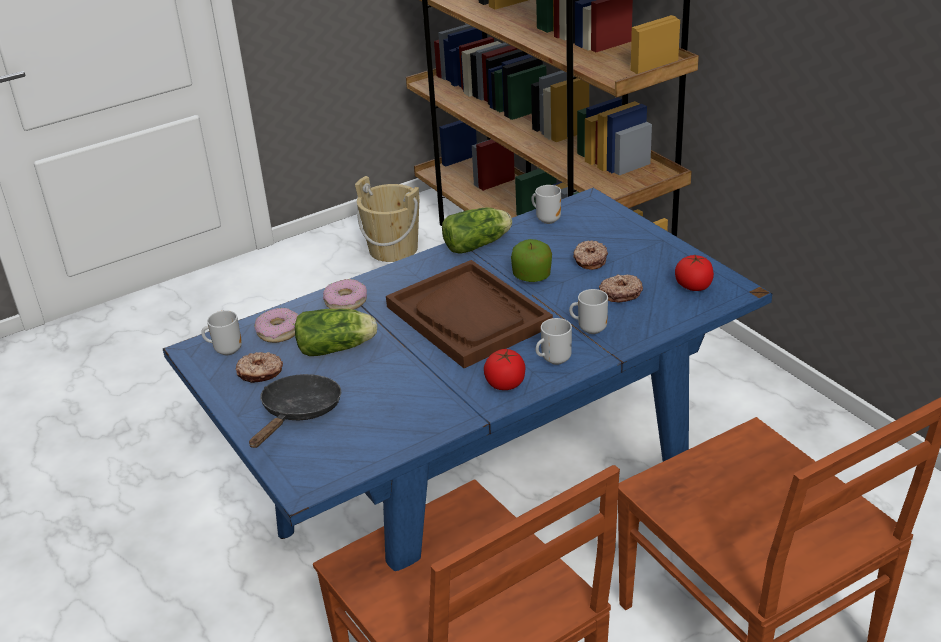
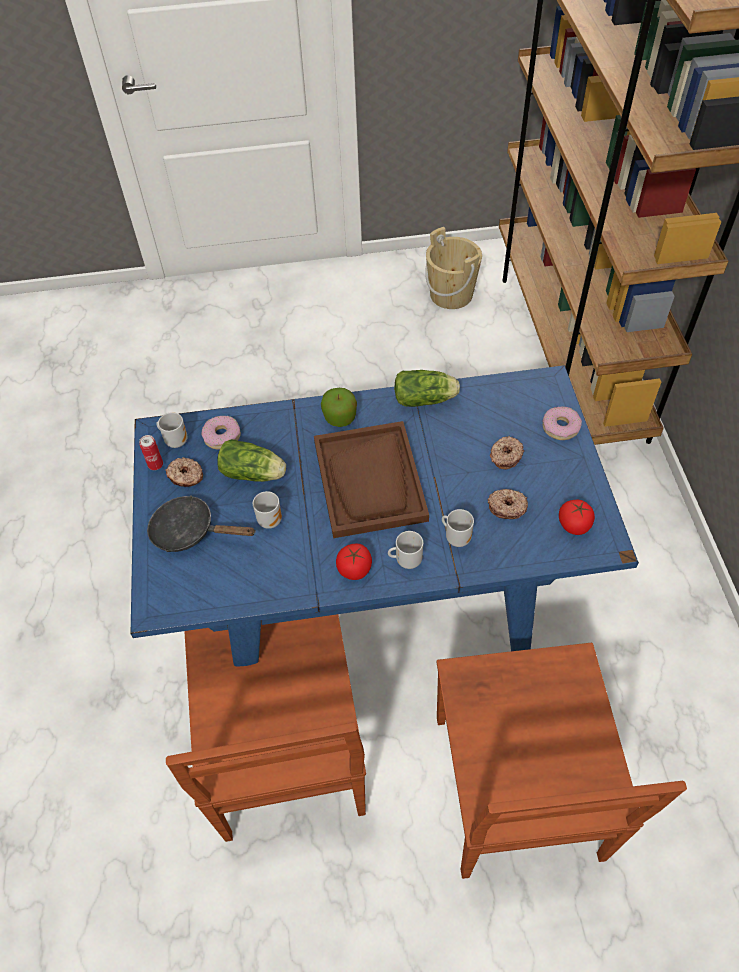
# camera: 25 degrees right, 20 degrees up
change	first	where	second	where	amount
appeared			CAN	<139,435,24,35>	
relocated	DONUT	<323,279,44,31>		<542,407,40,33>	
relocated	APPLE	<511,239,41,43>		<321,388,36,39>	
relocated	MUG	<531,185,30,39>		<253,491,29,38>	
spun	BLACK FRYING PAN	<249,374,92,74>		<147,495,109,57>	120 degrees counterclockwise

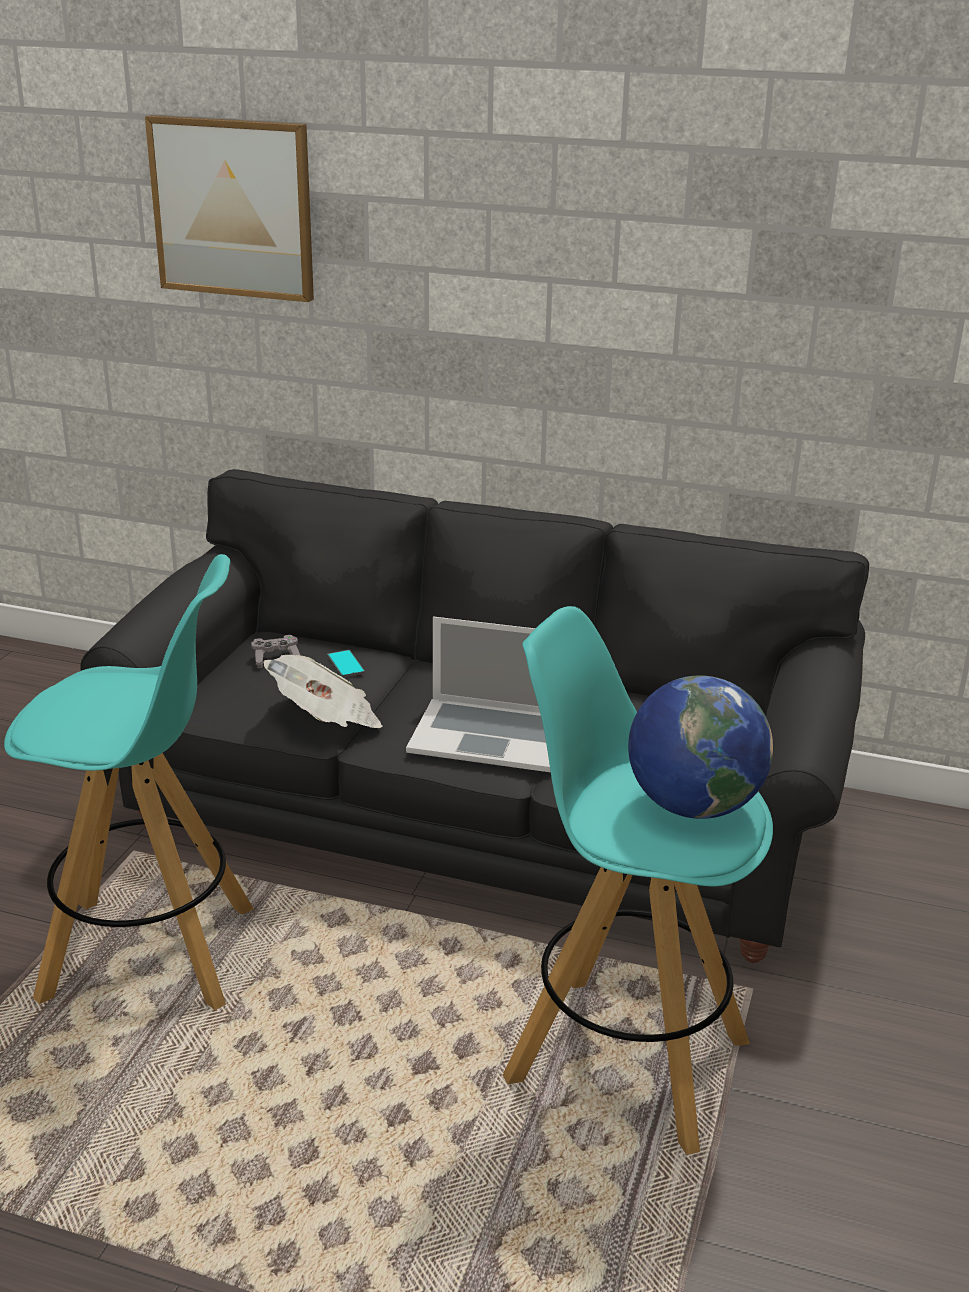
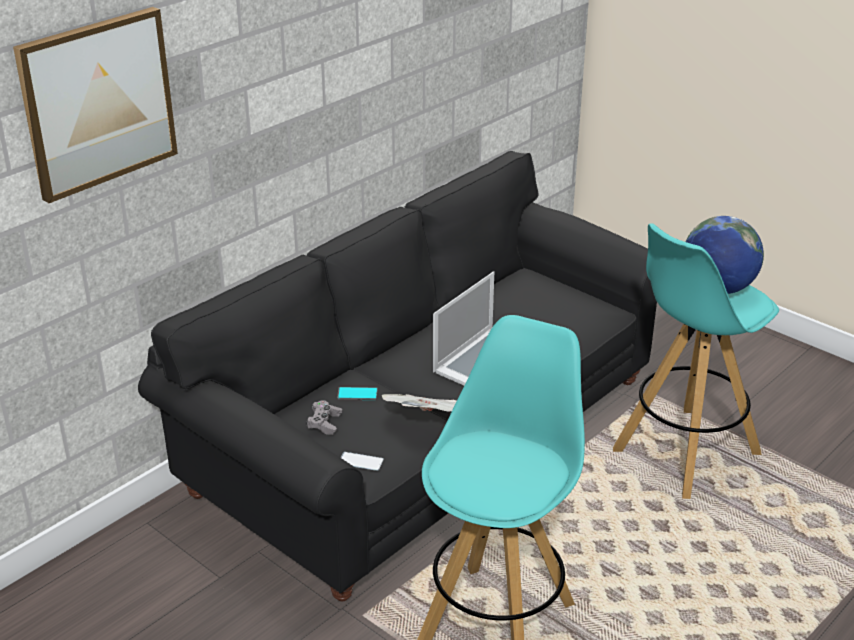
# camera: 65 degrees left, 5 degrees up
change	first	where	second	where	amount
appeared			PHONE	<341,452,43,19>	

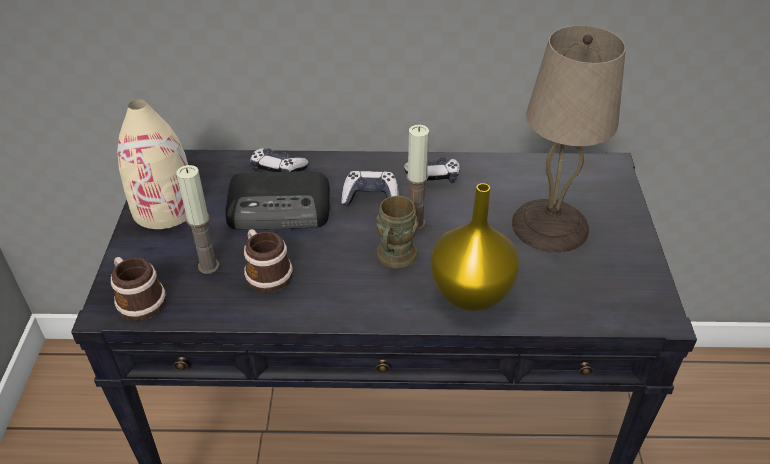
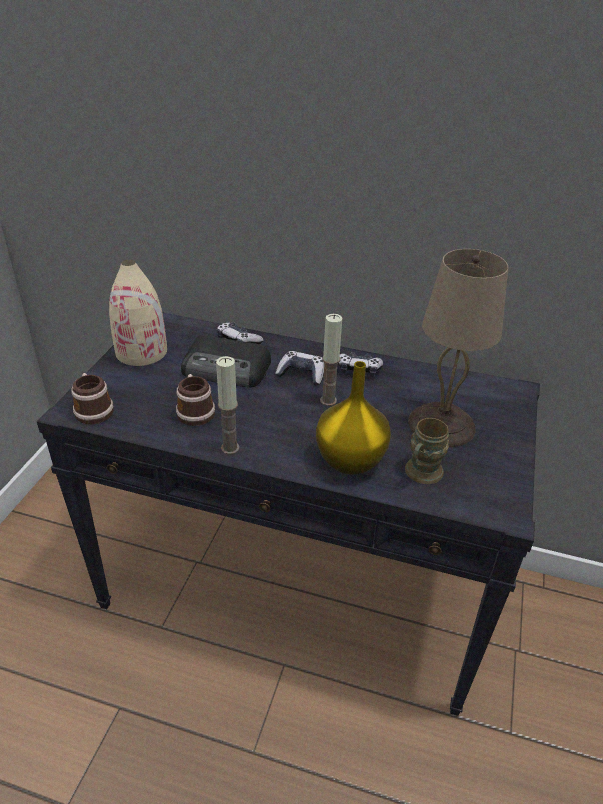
# camera: 15 degrees right, 5 degrees down
change	first	where	second	where	amount
relocated	CANDLE	<176,165,44,109>		<216,356,23,99>	
relocated	BROWN MUG	<376,196,42,72>		<405,418,44,66>	

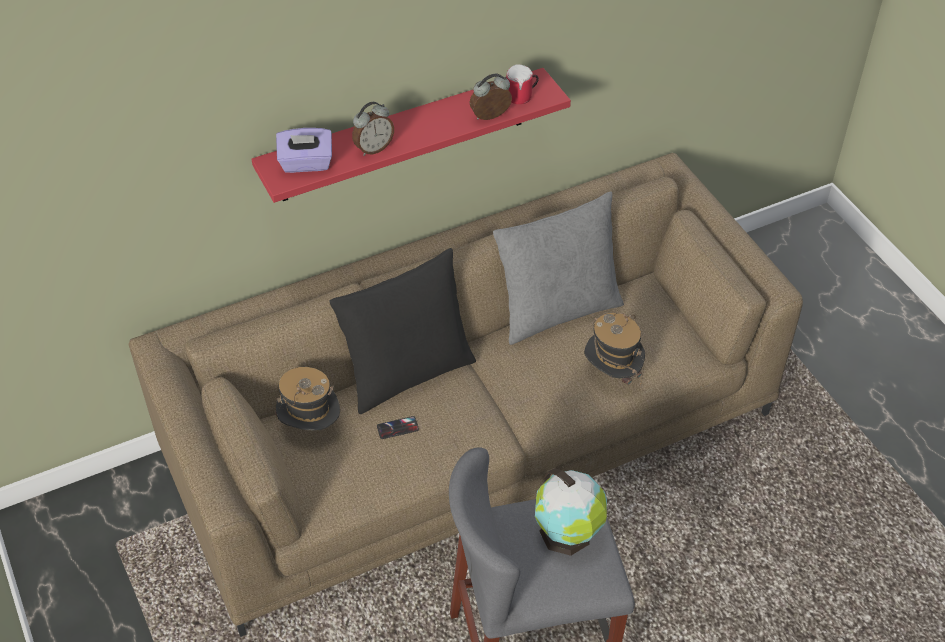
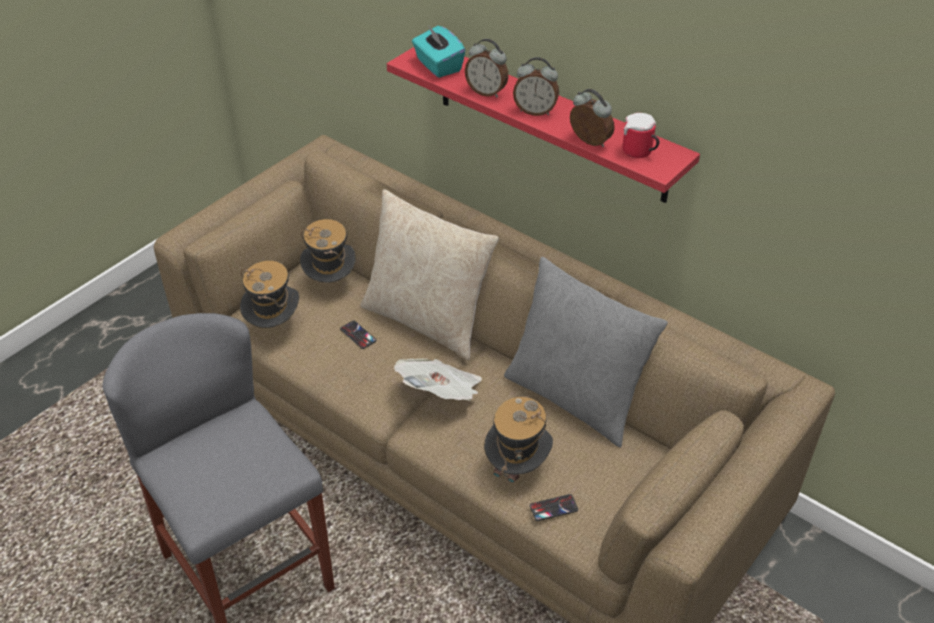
# camera: 65 degrees right, 5 degrees down
change	first	where	second	where	amount
missing	GLOBE	<535,468,72,88>			
appeared			HAT	<240,261,59,67>	
appeared			NEWSPAPER	<394,359,88,42>	
appeared			ALARM CLOCK	<513,57,46,59>	
appeared			PHONE	<530,494,48,27>	
colour	PURPLE TISSUE BOX	<276,128,56,45>	TURQUOISE TISSUE BOX	<412,25,53,53>	
colour	BLACK PILLOW	<329,248,147,166>	BEIGE PILLOW	<360,189,139,171>	

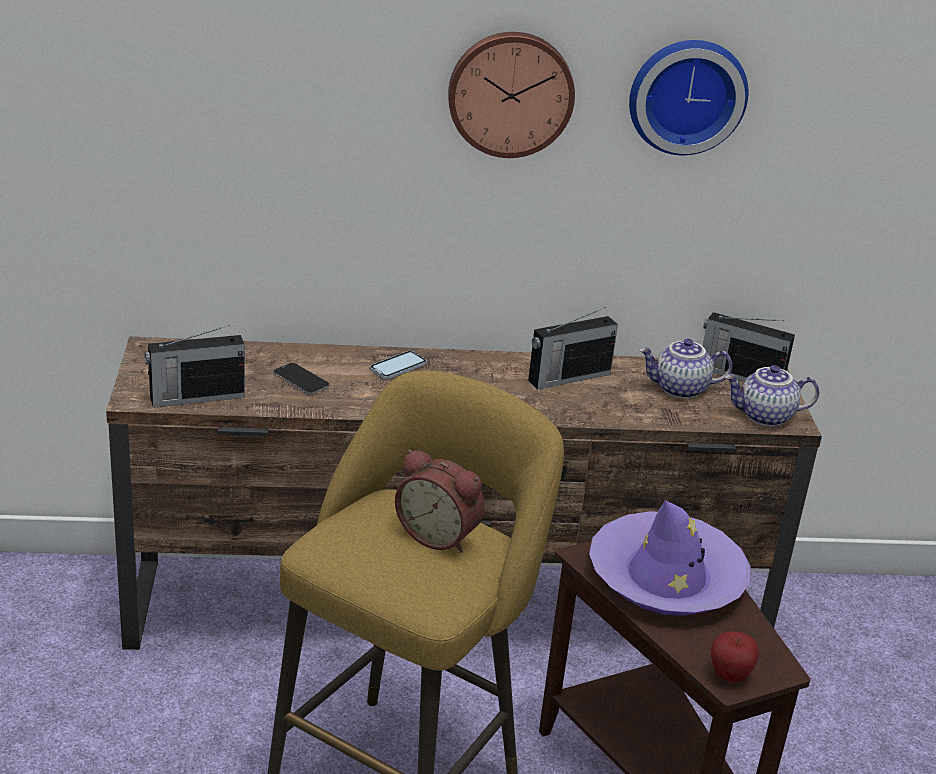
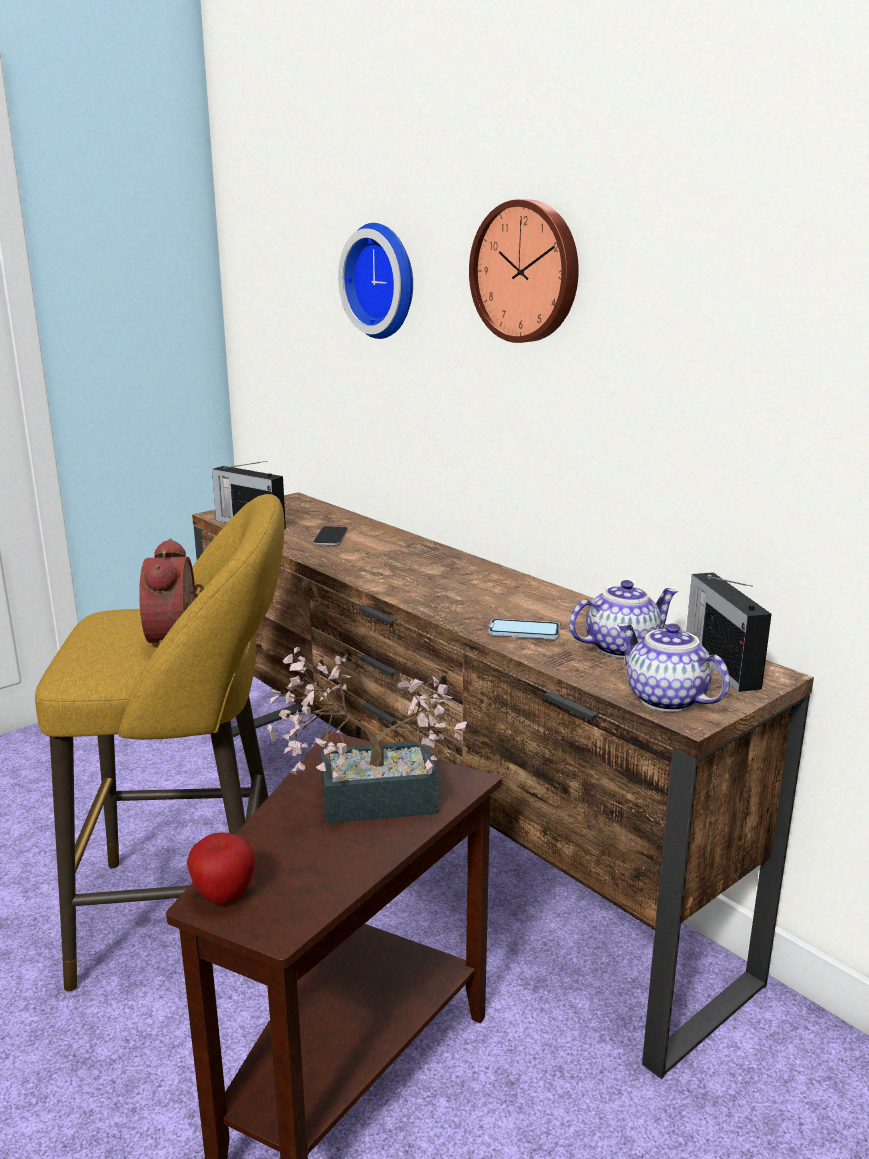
# camera: 55 degrees right, 10 degrees down
change	first	where	second	where	amount
missing	RADIO	<528,307,90,83>			
relocated	PHONE	<370,351,57,28>		<488,619,72,20>	
relocated	WALL CLOCK	<629,40,119,115>		<338,223,75,116>	
exchanged	PURPLE HAT	<589,500,162,116>	POTTED PLANT	<268,647,199,177>	
spun	TEAPOT	<639,339,93,60>		<569,580,109,78>	105 degrees clockwise

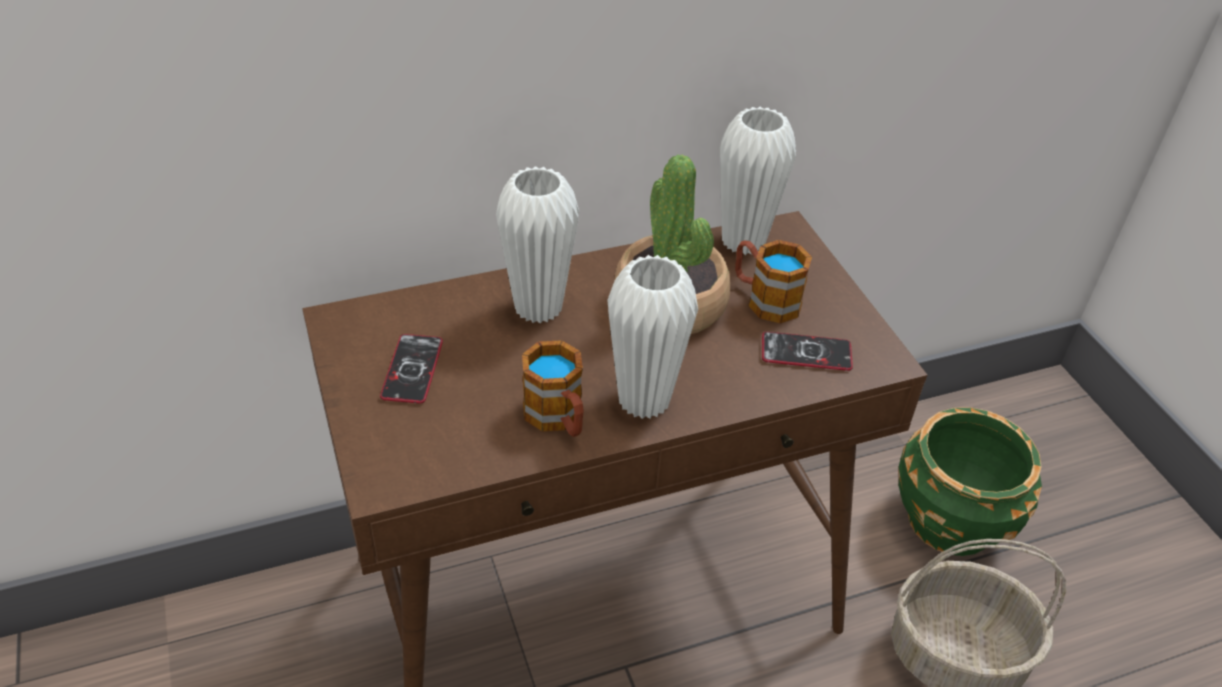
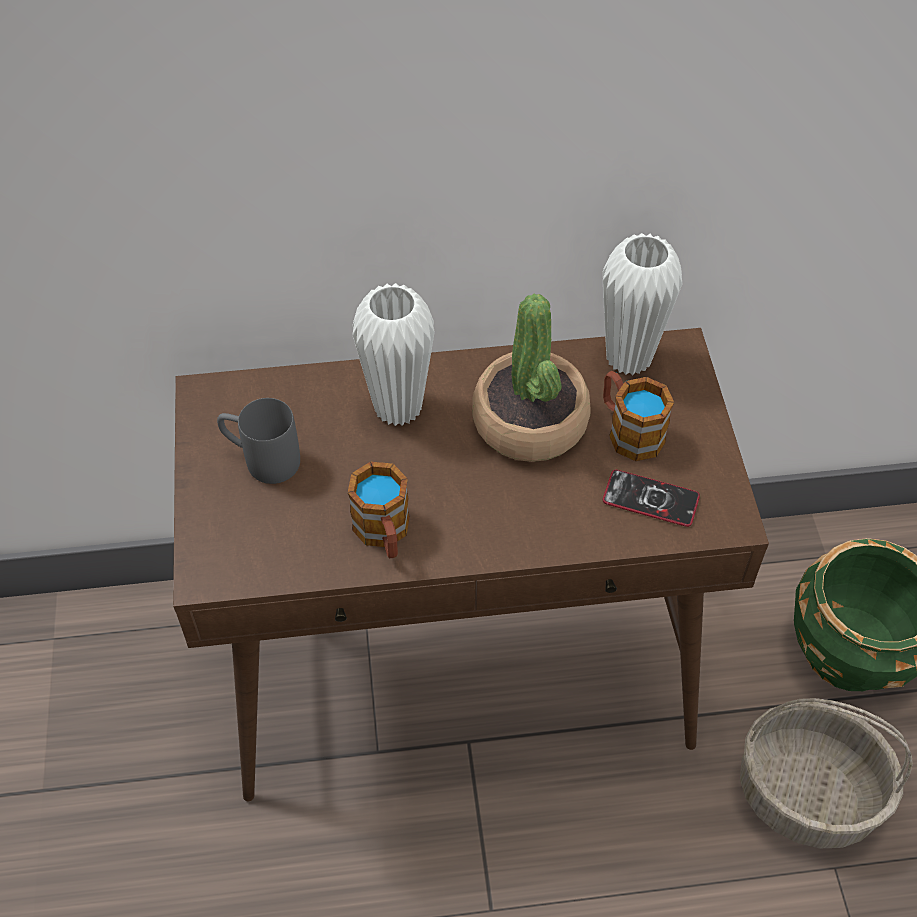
# camera: 15 degrees right, 10 degrees up
change	first	where	second	where	amount
missing	WHITE VASE	<607,255,91,164>			
exchanged	PHONE	<380,334,63,70>	GREY MUG	<217,398,83,86>	

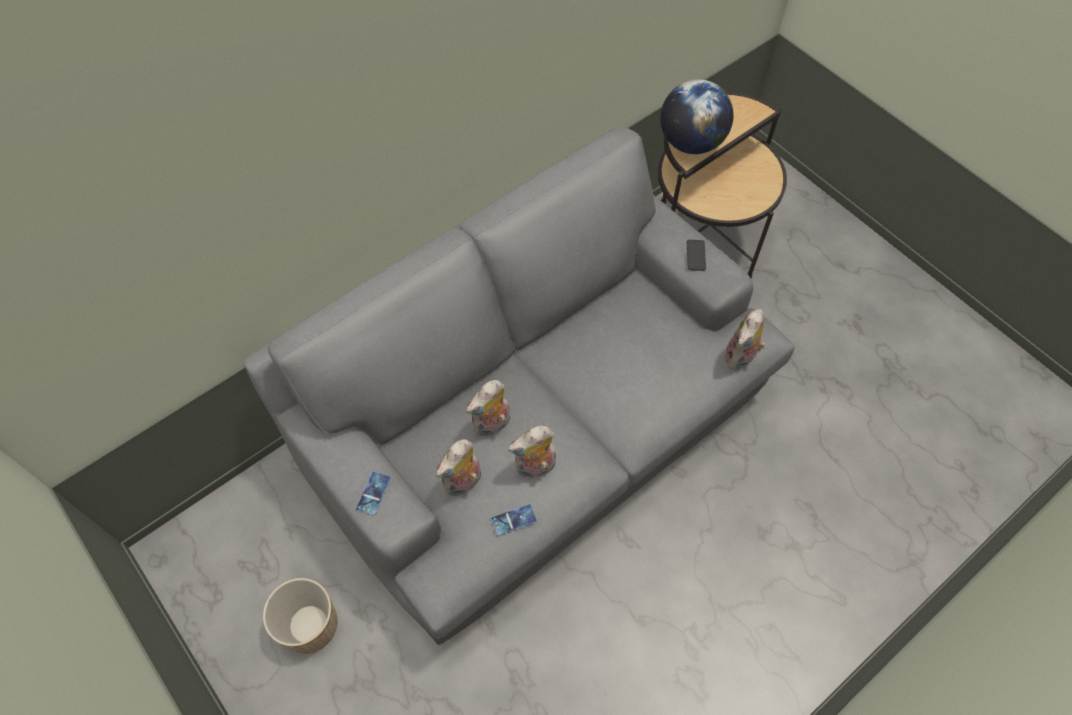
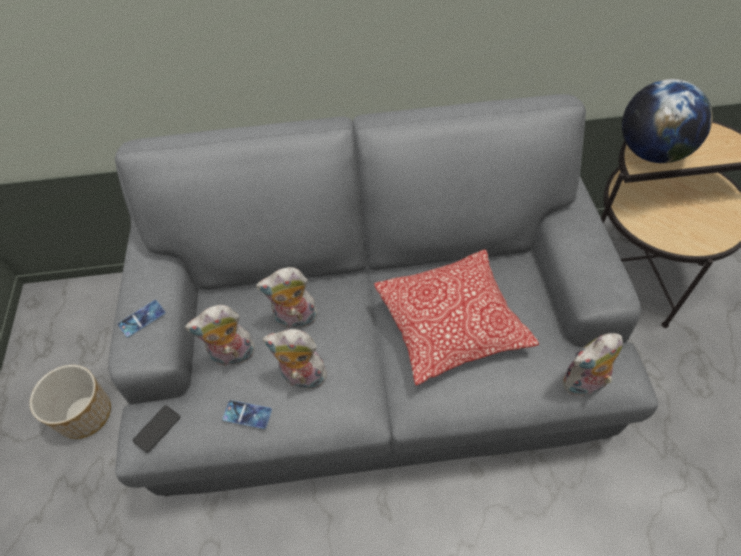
# camera: 35 degrees right, 5 degrees down
change	first	where	second	where	amount
appeared			PILLOW	<374,249,165,136>	
relocated	PHONE	<687,240,19,31>		<133,406,47,47>	

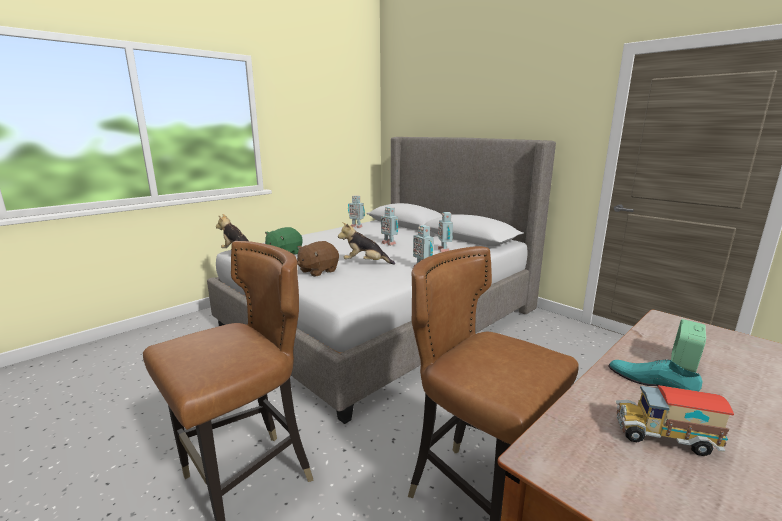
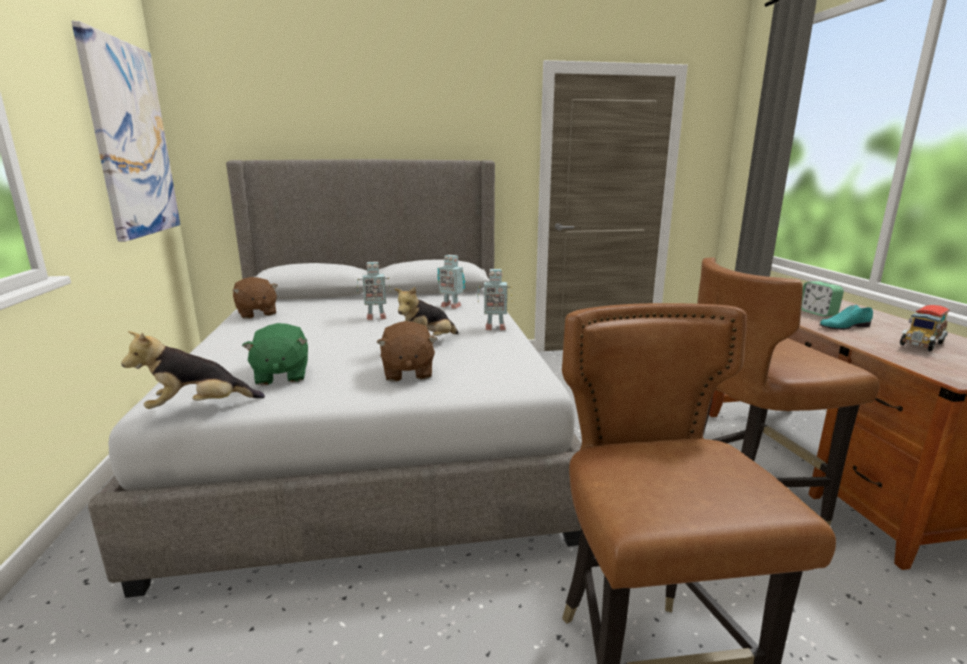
# camera: 55 degrees left, 0 degrees up
change	first	where	second	where	amount
appeared			PICTURE	<71,21,109,221>	
exchanged	TOY ROBOT	<348,195,17,33>	BROWN PLUSH TOY	<233,277,45,42>	

